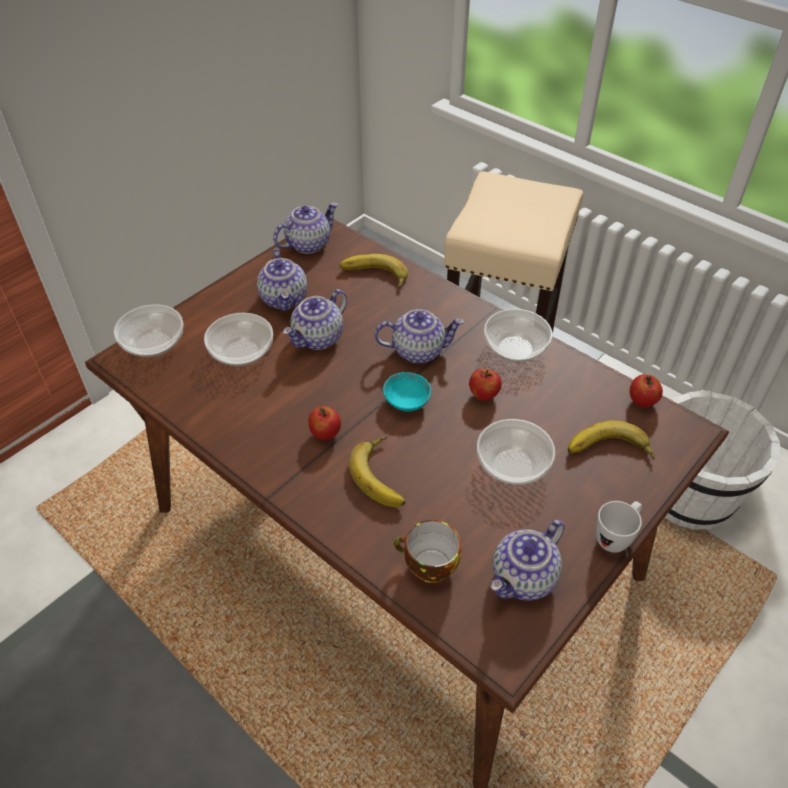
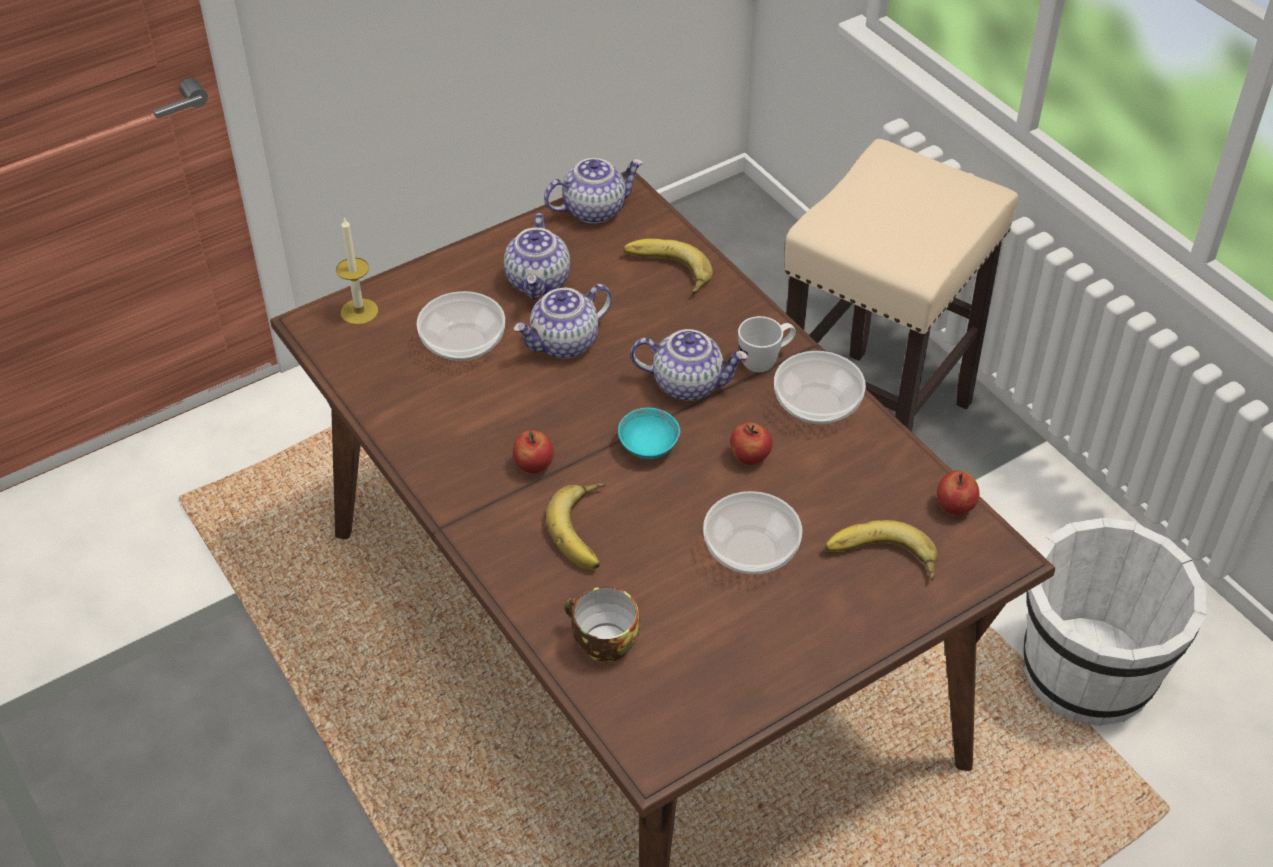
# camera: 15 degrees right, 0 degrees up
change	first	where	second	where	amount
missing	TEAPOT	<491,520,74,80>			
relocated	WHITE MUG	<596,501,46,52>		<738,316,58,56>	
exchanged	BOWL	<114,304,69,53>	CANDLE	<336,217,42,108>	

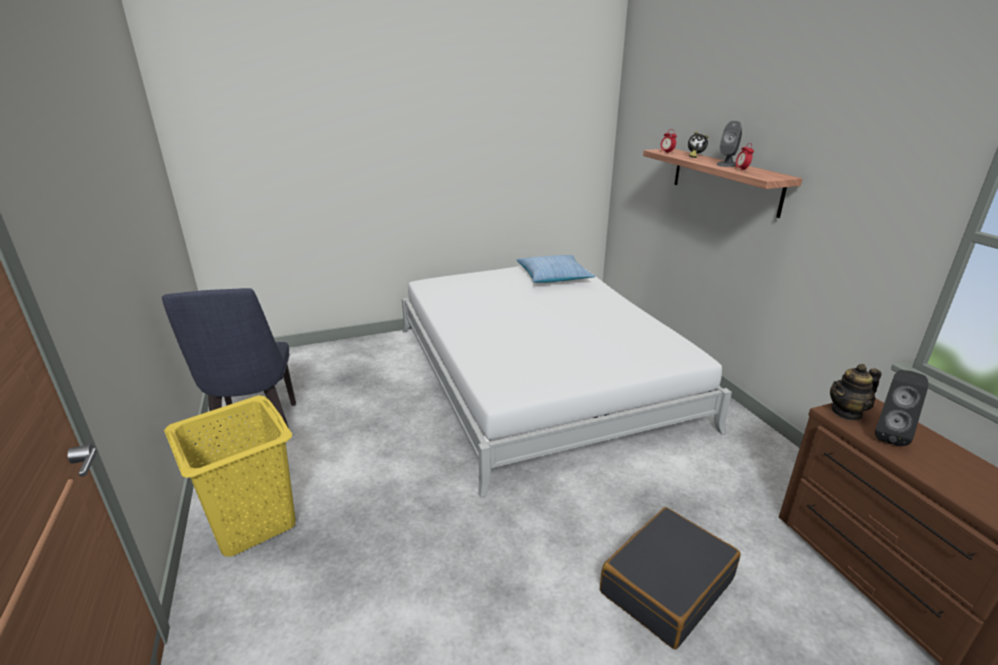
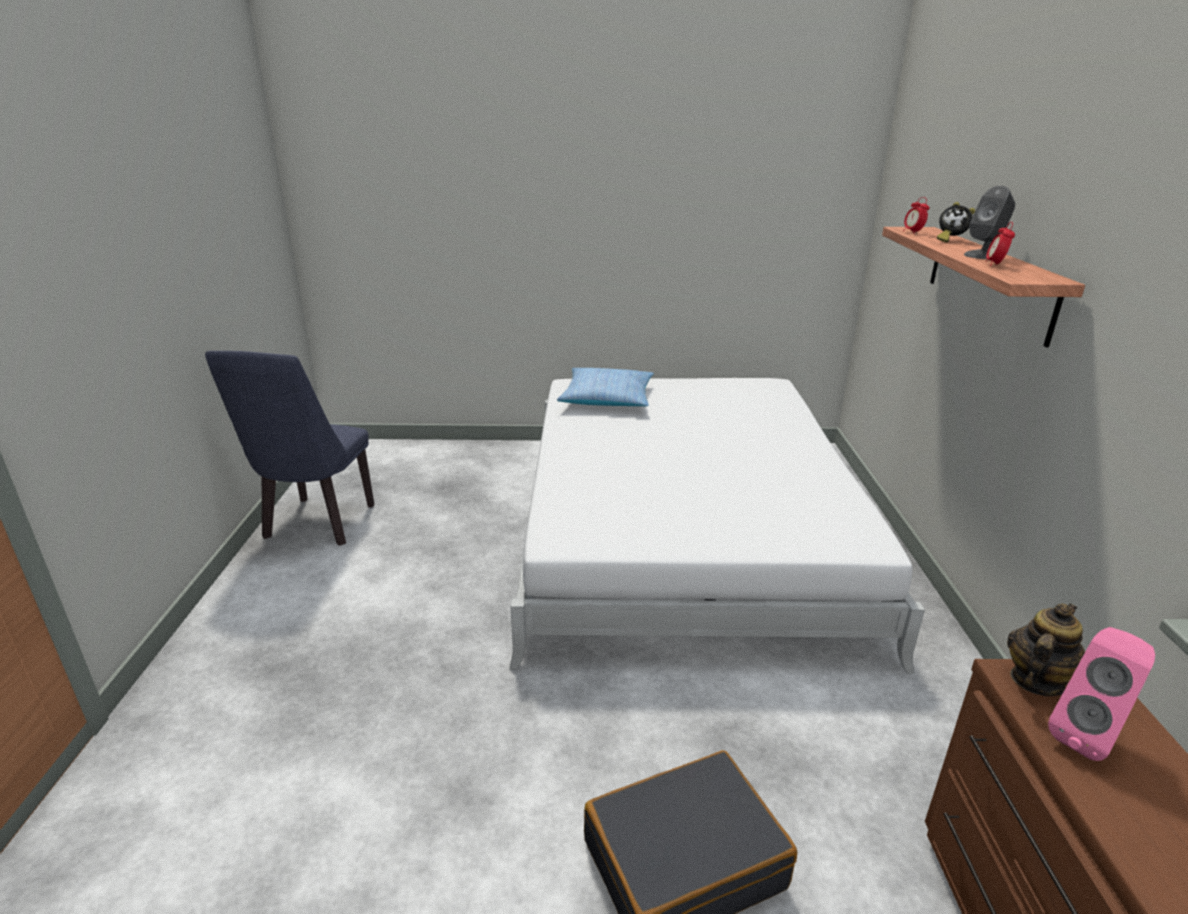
# camera: 20 degrees right, 0 degrees up
change	first	where	second	where	amount
missing	YELLOW LAUNDRY BASKET	<164,395,132,162>			
relocated	PILLOW	<517,255,78,28>		<557,368,97,38>	
colour	BLACK SPEAKER	<875,370,54,76>	PINK SPEAKER	<1048,627,107,134>	
spun	TEAPOT	<830,364,51,57>		<1007,603,78,93>	135 degrees clockwise

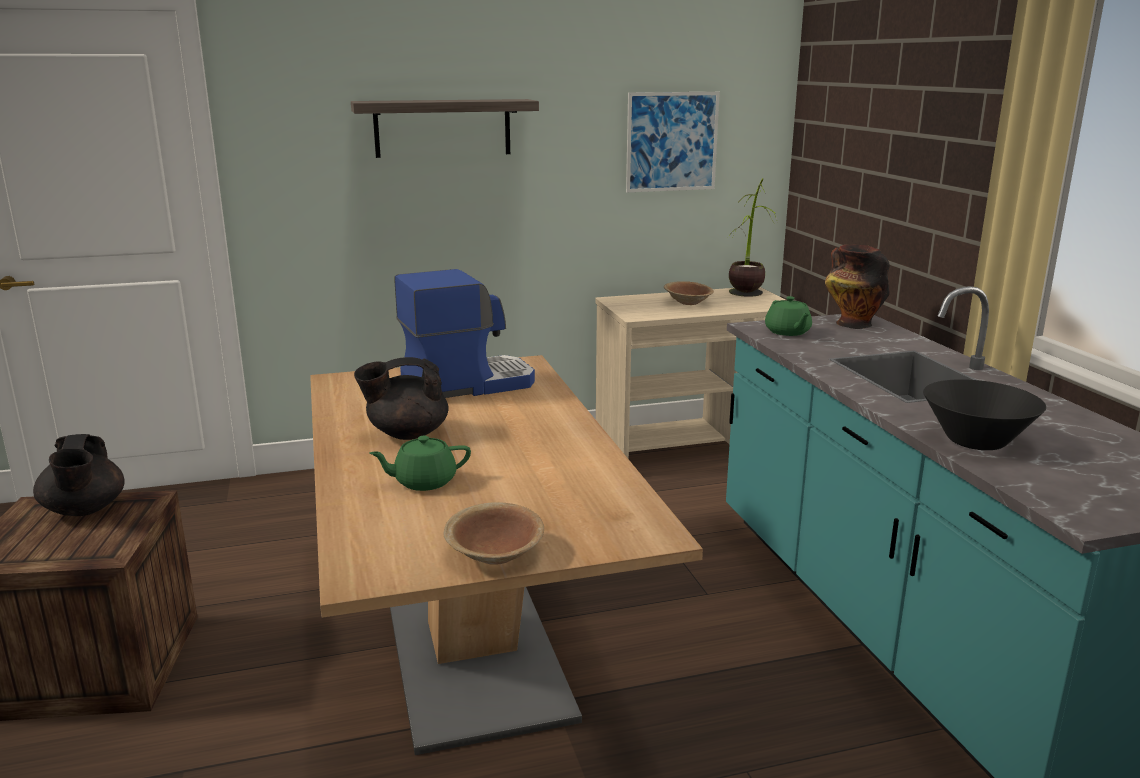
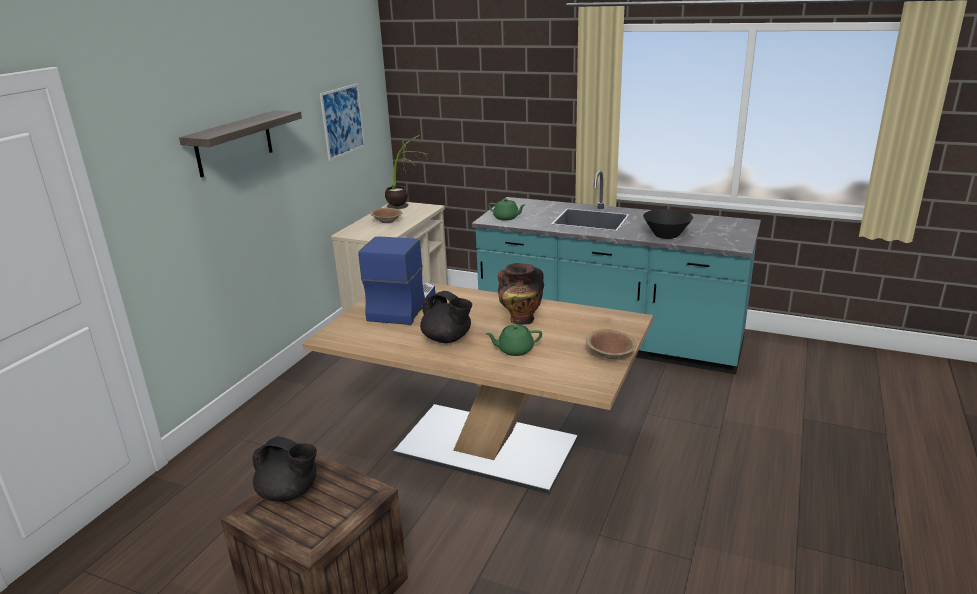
# camera: 50 degrees left, 5 degrees up
change	first	where	second	where	amount
relocated	VASE	<825,245,65,84>		<498,263,46,62>	
spun	BLACK TEAPOT	<354,357,94,83>		<420,291,52,52>	75 degrees counterclockwise
spun	GREEN TEAPOT	<369,436,102,55>		<485,324,57,32>	60 degrees clockwise

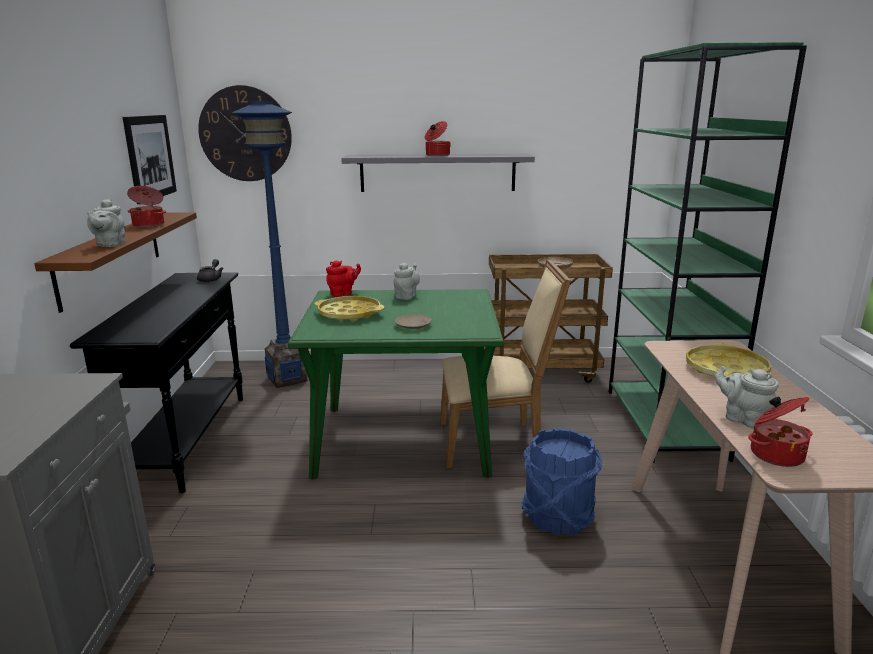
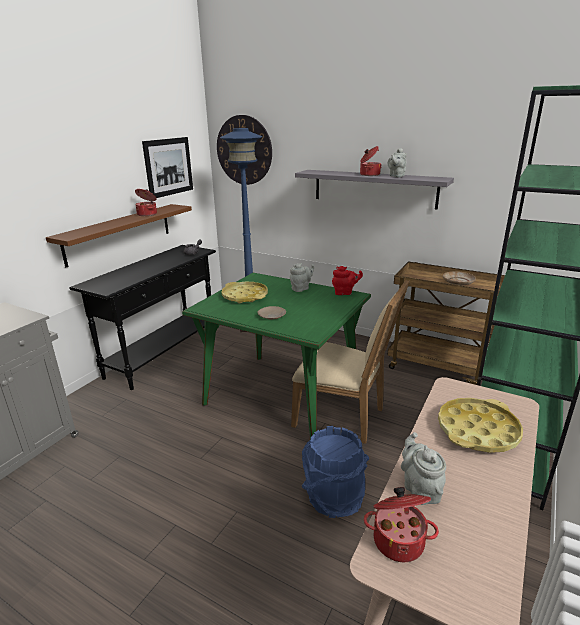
# camera: 30 degrees right, 5 degrees up
change	first	where	second	where	amount
relocated	GREY TEAPOT	<87,199,39,48>		<388,148,19,29>	
relocated	RED TEAPOT	<326,260,35,37>		<332,266,31,29>	

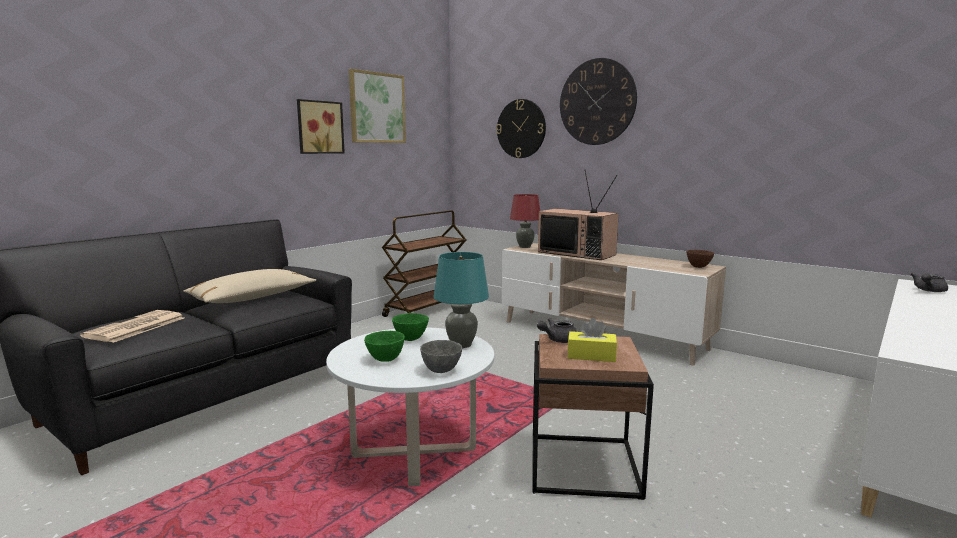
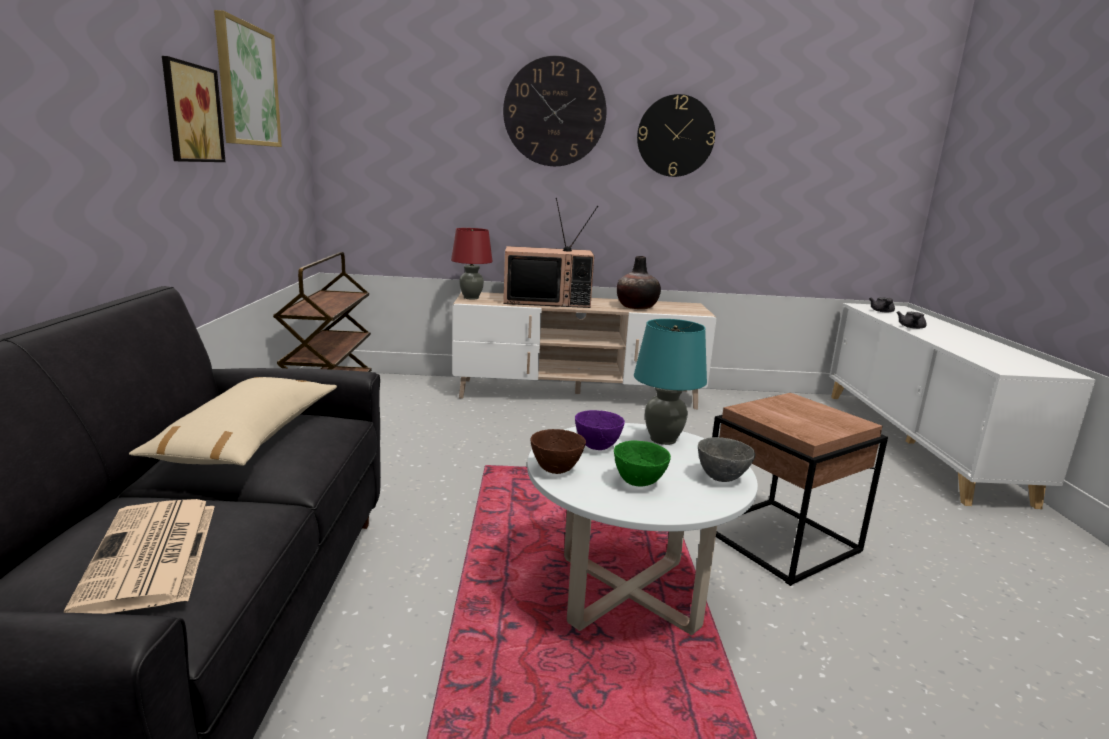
# camera: 40 degrees left, 5 degrees up
change	first	where	second	where	amount
missing	YELLOW TISSUE BOX	<568,318,49,44>			
appeared			VASE	<617,256,44,53>	
relocated	WALL CLOCK	<496,99,50,59>		<637,94,78,83>	
relocated	GREY TEAPOT	<537,318,40,25>		<897,311,29,18>	
relocated	BROWN BOWL	<687,250,27,18>		<531,429,55,45>	
colour	GREEN BOWL	<392,313,37,28>	PURPLE BOWL	<575,410,50,40>	

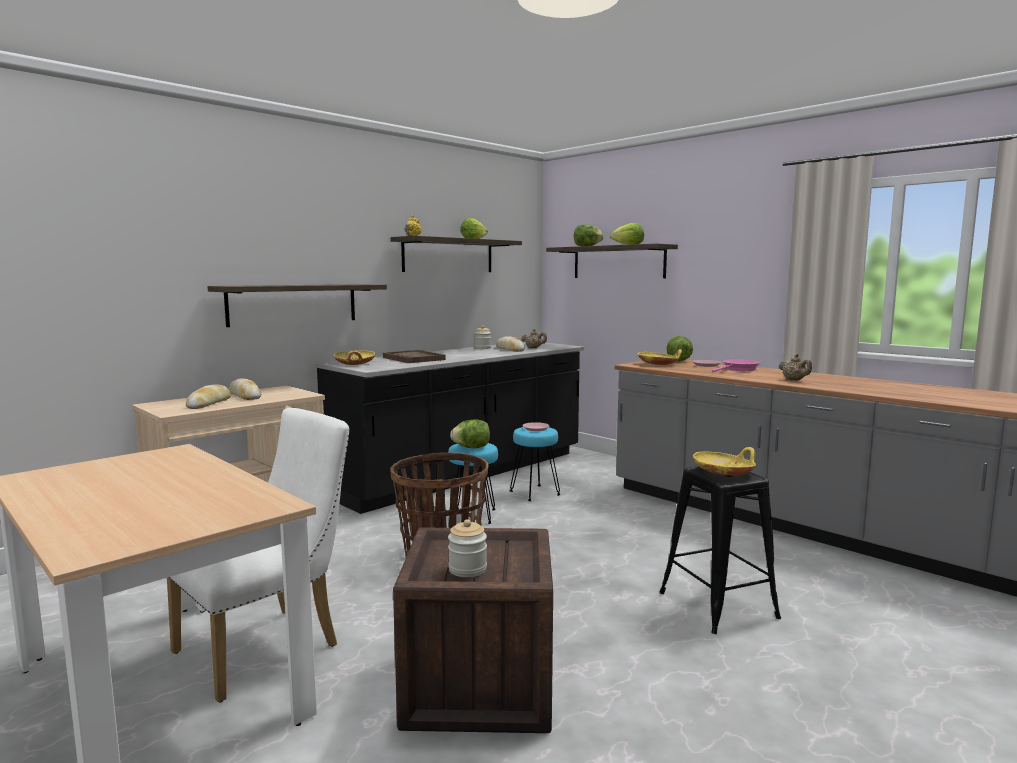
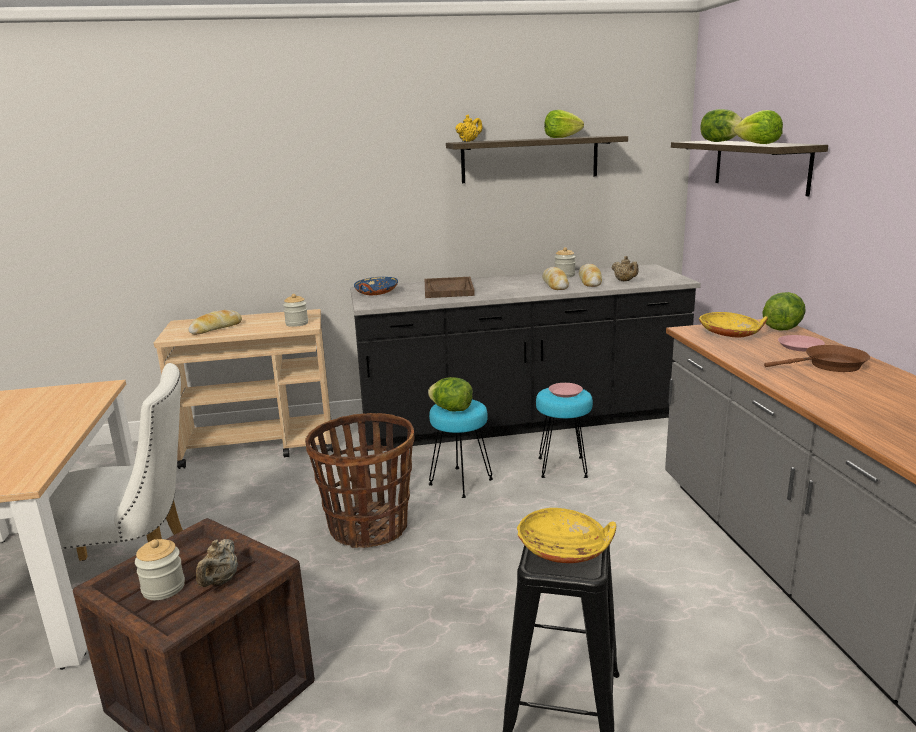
# camera: 35 degrees right, 10 degrees up
change	first	where	second	where	amount
missing	SHELF	<208,284,179,43>			
appeared			JAR	<283,294,25,33>	
relocated	BREAD	<229,378,32,22>		<542,267,27,23>	
relocated	BEIGE TEAPOT	<779,354,33,26>		<196,539,42,48>	
colour	YELLOW BOWL	<334,350,41,15>	BLUE BOWL	<354,277,44,18>	
colour	PINK FRYING PAN	<712,359,49,13>	BROWN FRYING PAN	<764,345,106,27>	

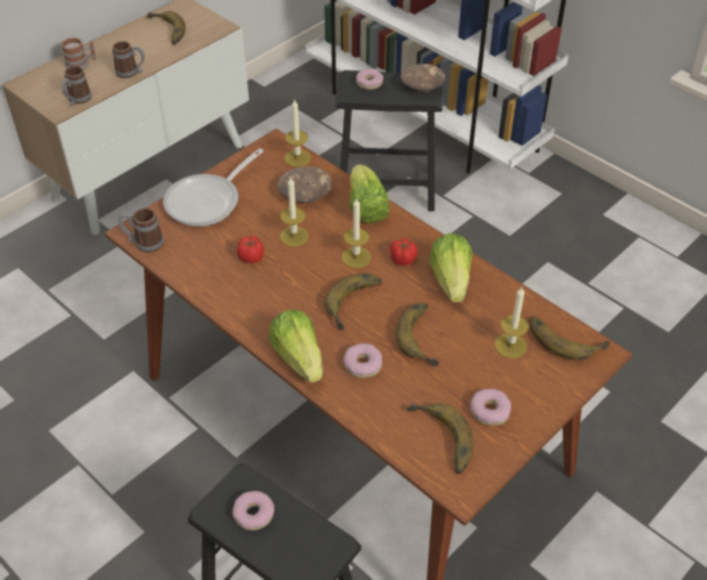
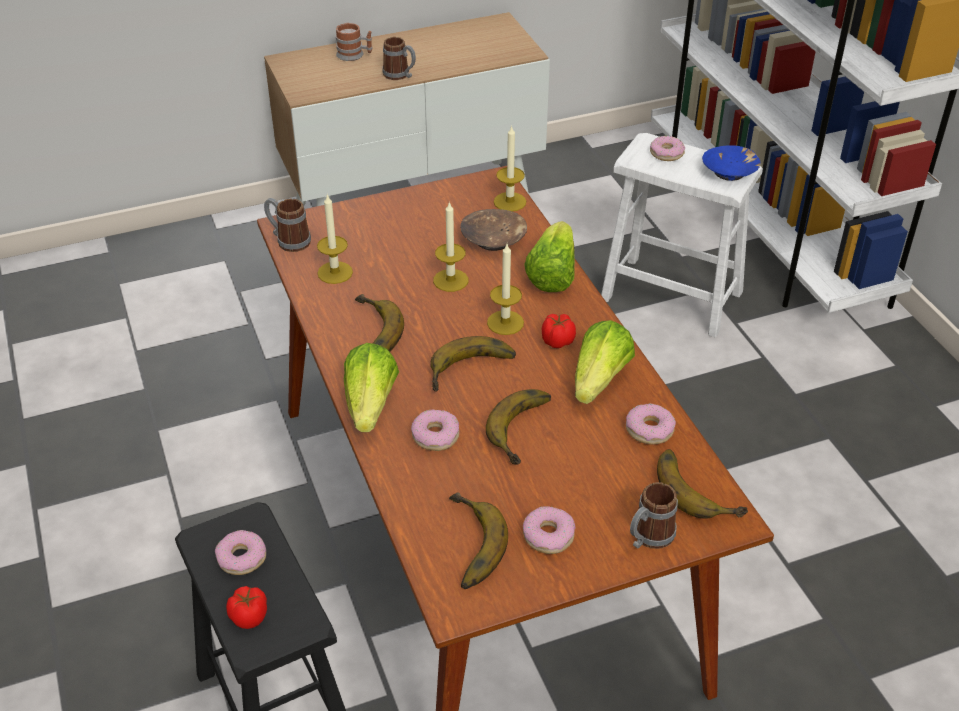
# camera: 25 degrees right, 5 degrees down
change	first	where	second	where	amount
missing	FRYING PAN	<163,148,101,79>			
appeared			DONUT	<626,404,50,41>	
relocated	MUG	<62,66,30,39>		<630,482,48,67>	
relocated	BANANA	<147,11,39,34>		<355,294,49,58>	
relocated	TOMATO	<237,236,27,28>		<226,586,41,43>	
relocated	CANDLE	<495,287,34,71>		<317,195,36,89>	
colour	BLACK STOOL	<336,70,106,141>	WHITE STOOL	<601,133,162,204>	
colour	BROWN BOWL	<400,64,45,29>	BLUE BOWL	<702,145,59,36>	

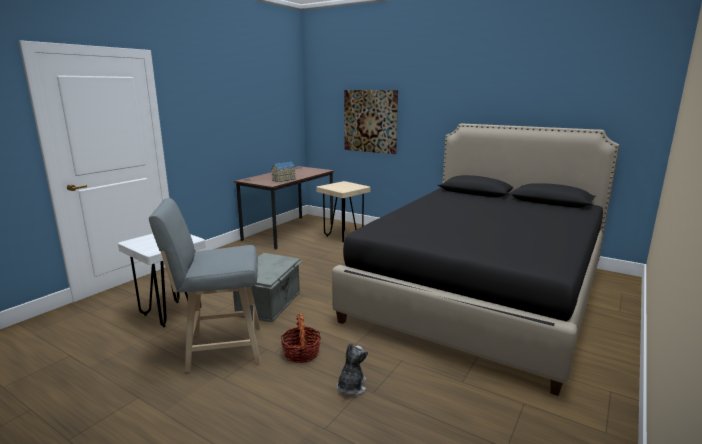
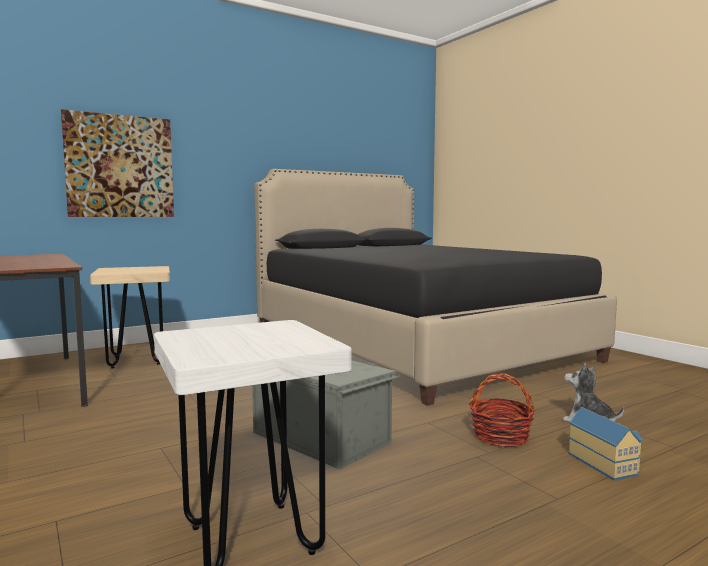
# camera: 65 degrees left, 10 degrees down
change	first	where	second	where	amount
missing	GREY STOOL	<149,198,112,174>			
relocated	TOY HOUSE	<271,162,25,20>		<568,407,75,74>	

